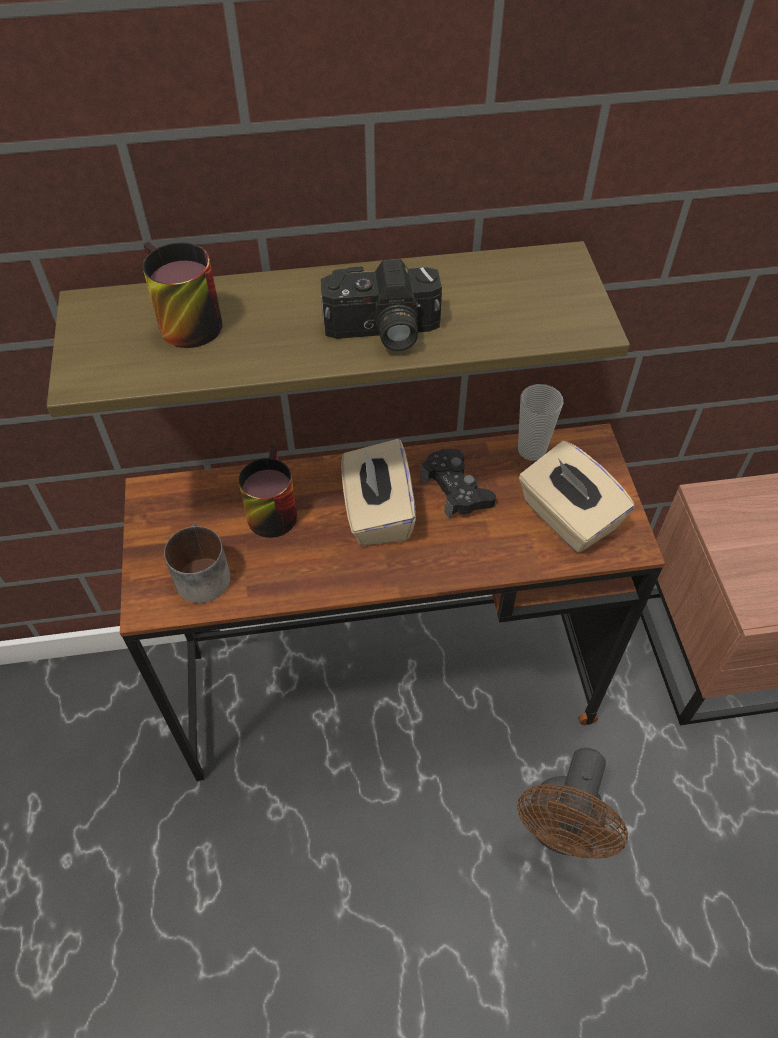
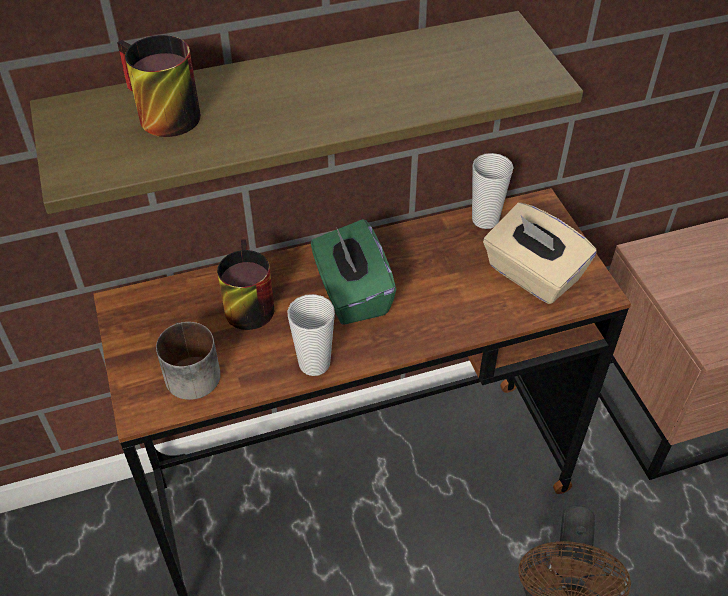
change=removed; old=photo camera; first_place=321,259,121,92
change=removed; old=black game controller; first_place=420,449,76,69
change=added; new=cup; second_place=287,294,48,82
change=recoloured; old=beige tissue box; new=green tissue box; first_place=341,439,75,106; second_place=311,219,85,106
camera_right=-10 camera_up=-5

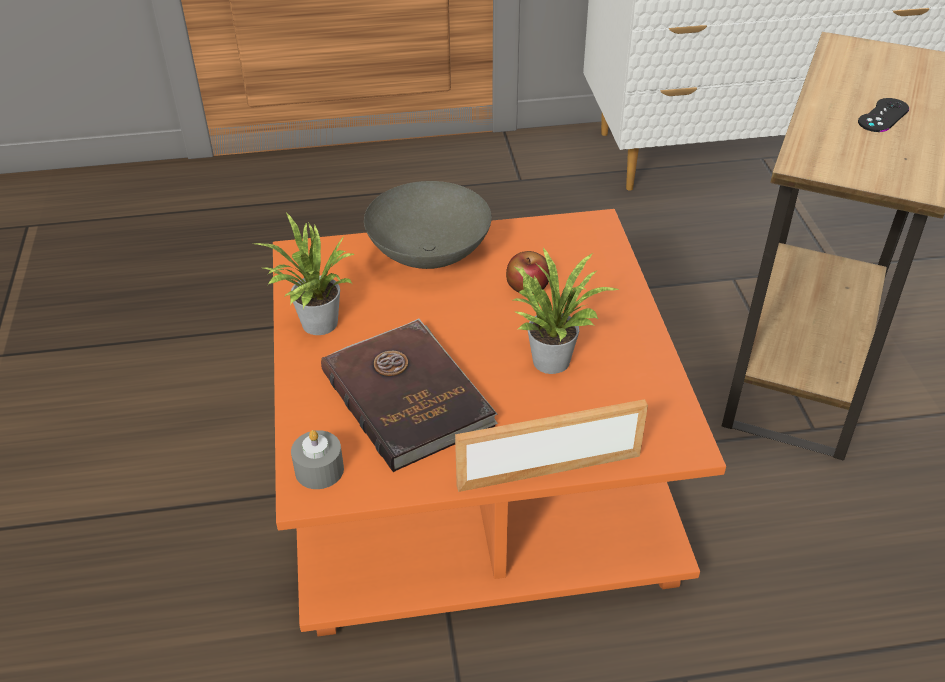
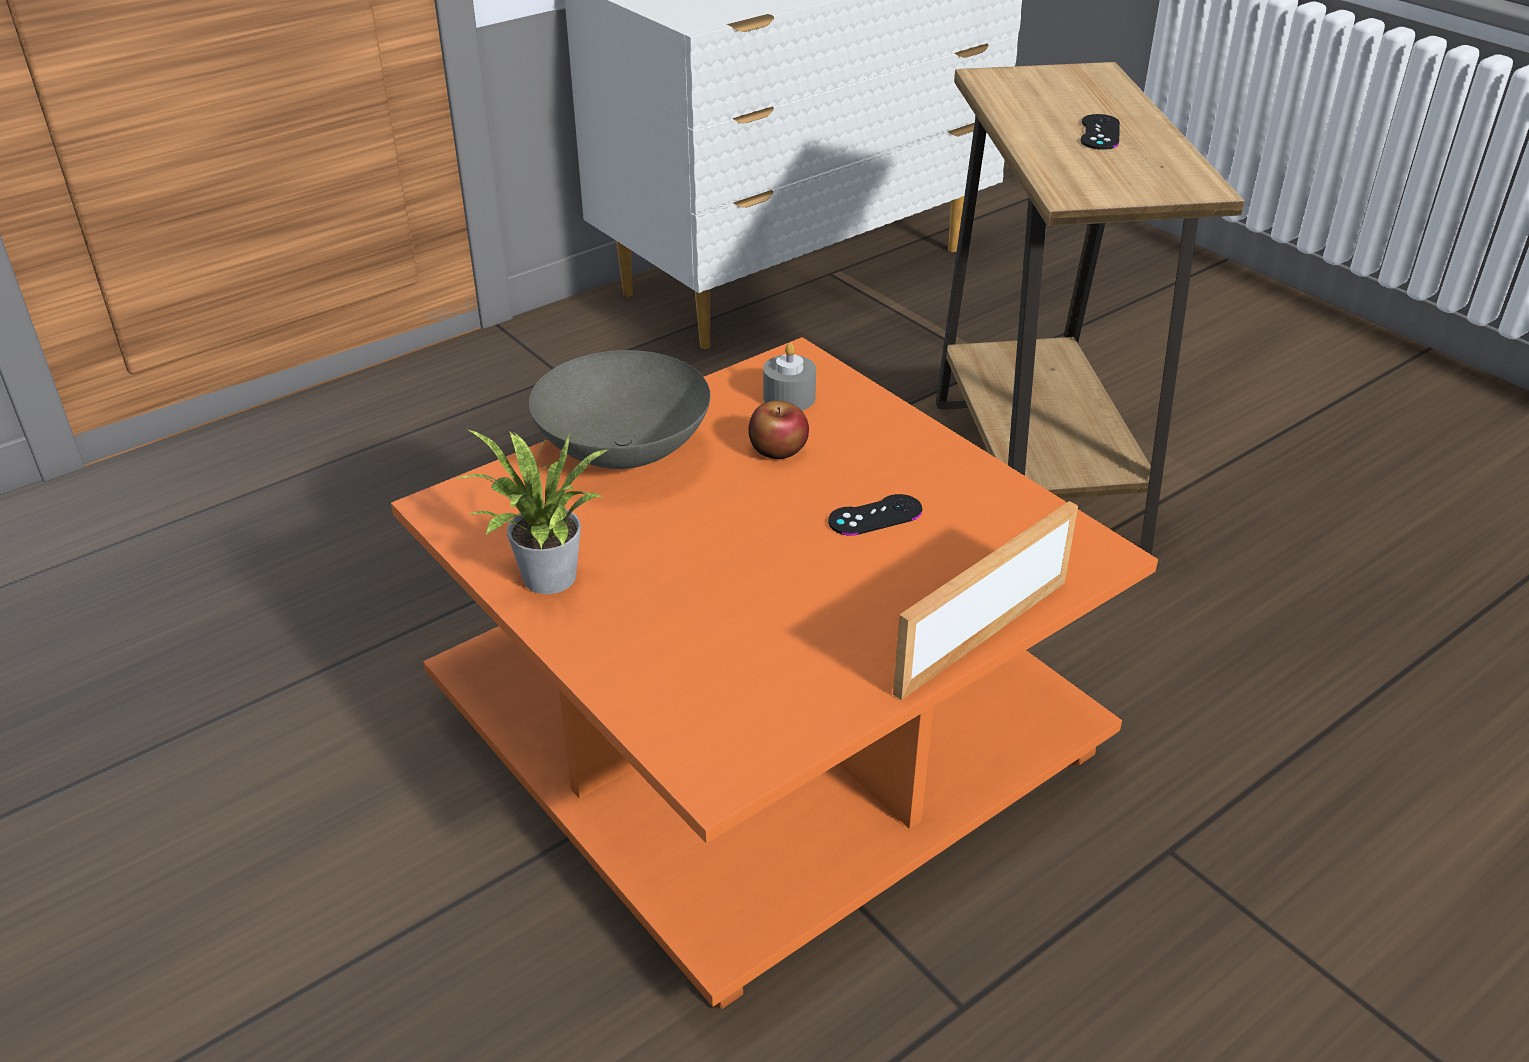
change=removed; old=brown book; first_place=321,319,177,153
change=moved; old=grey candle; first_place=291,430,53,59; second_place=763,343,53,67
change=replaced; old=potted plant; new=black game controller; first_place=513,248,107,126; second_place=828,494,94,42
camera_right=-30 camera_up=-5

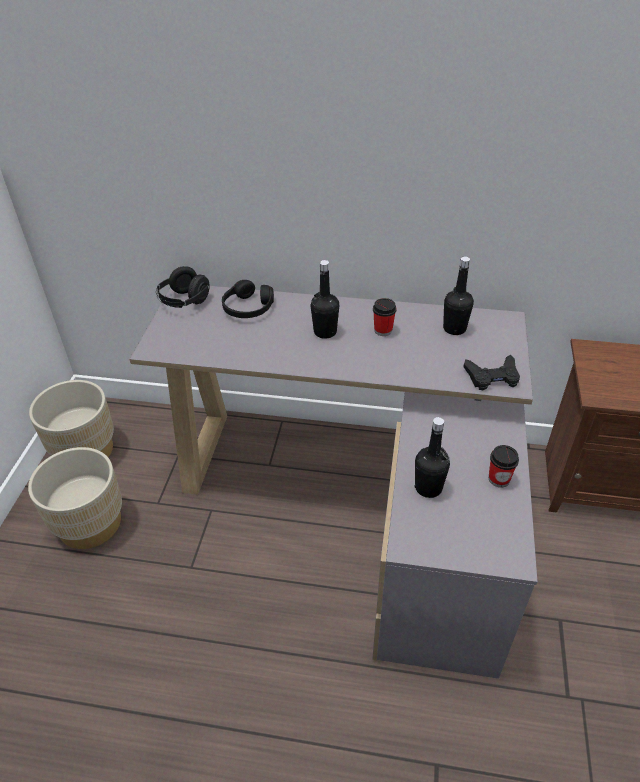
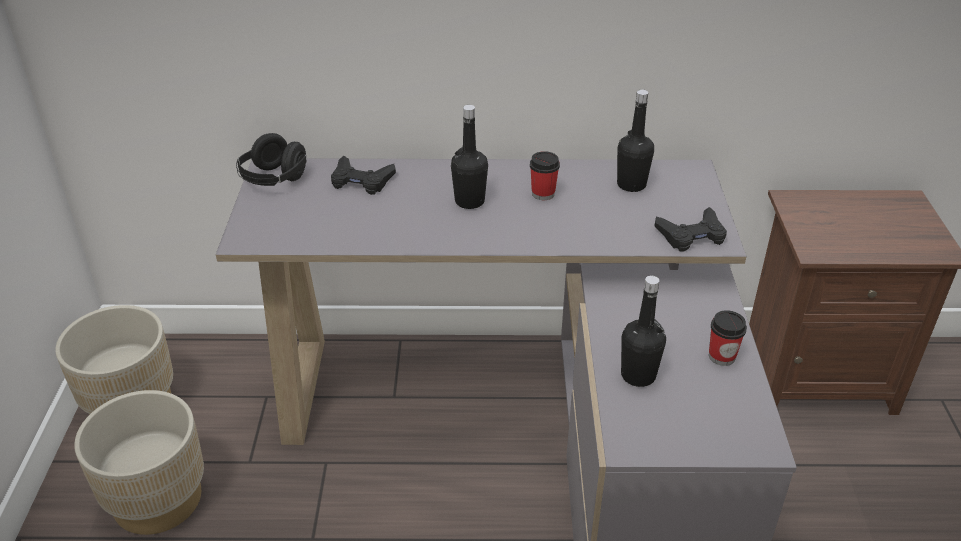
change=replaced; old=black headphones; new=black game controller; first_place=222,280,52,38; second_place=331,156,65,39
camera_right=-10 camera_up=-5

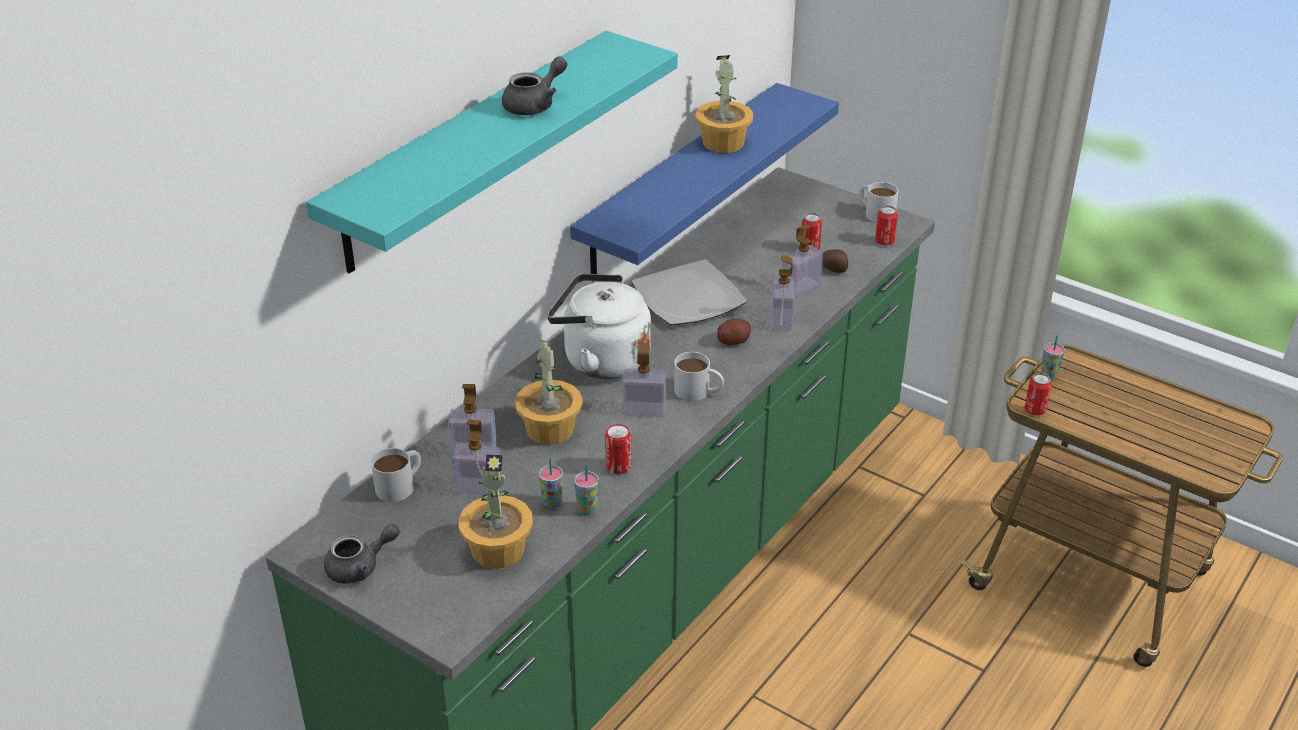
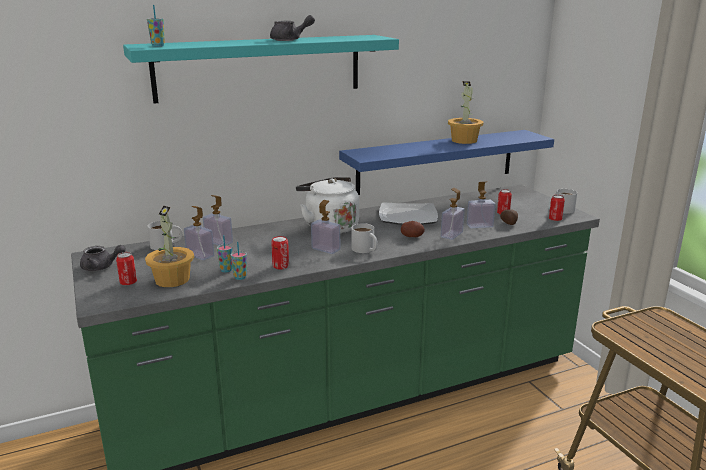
change=removed; old=potted plant; first_place=515,337,68,108
change=moved; old=can; first_place=1025,373,27,43; second_place=116,252,21,34
change=moved; old=cup; first_place=1041,335,24,44; second_place=147,5,18,42
camera_right=30 camera_up=-15

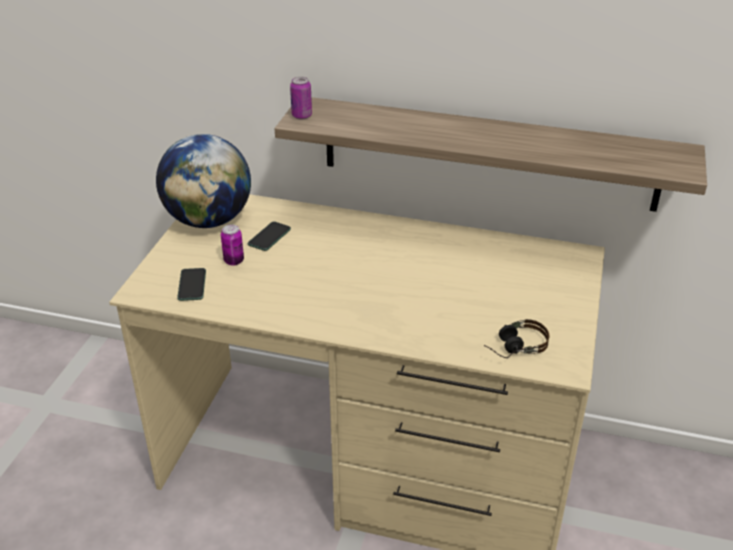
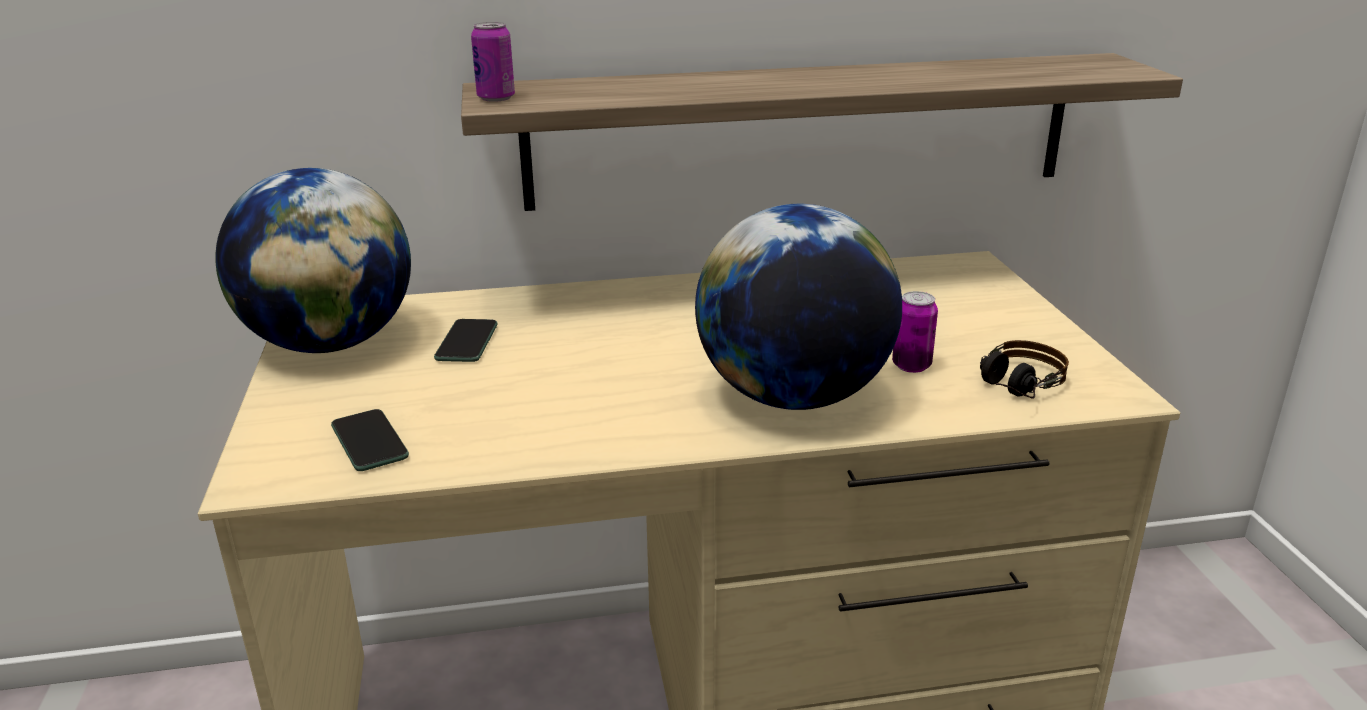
change=added; new=globe; second_place=695,204,207,206
change=moved; old=can; first_place=221,224,23,42; second_place=892,291,46,82
camera_right=-25 camera_up=-10

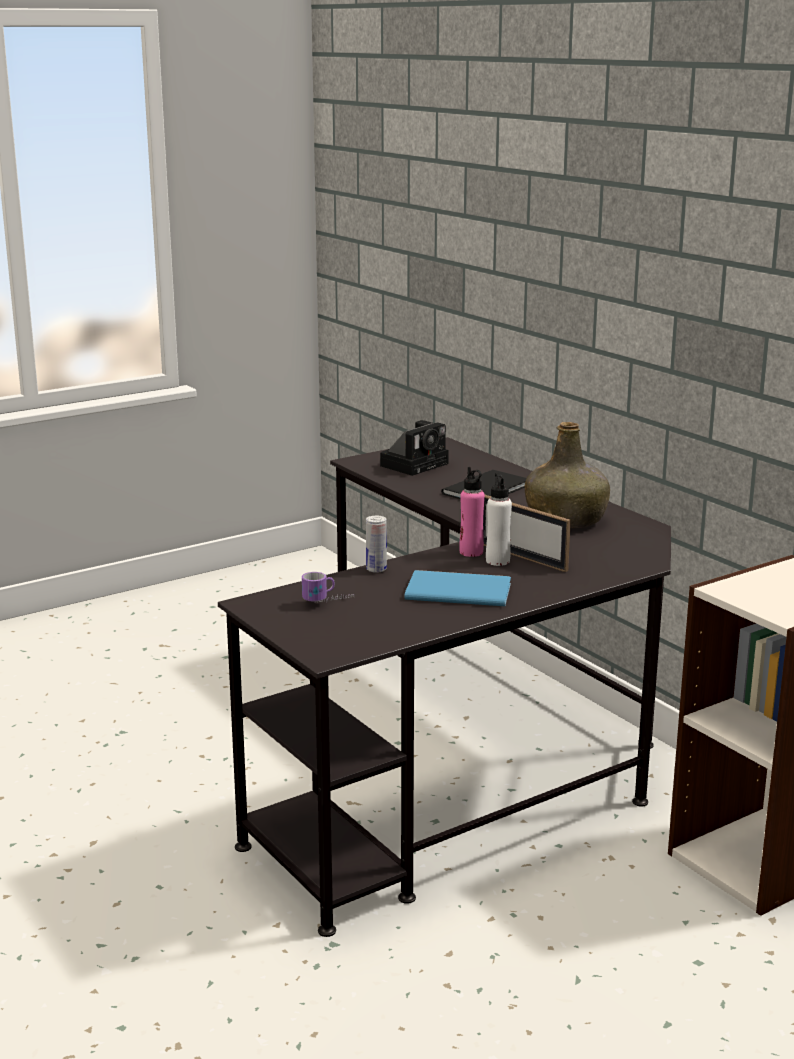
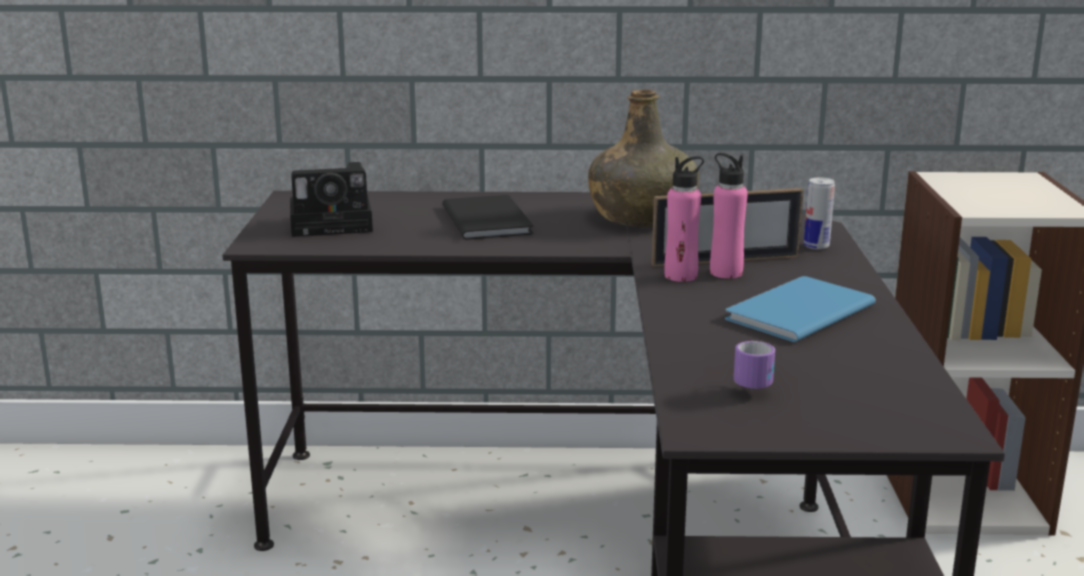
change=moved; old=can; first_place=366,516,21,57; second_place=804,177,31,73
change=recoloured; old=white bottle; new=pink bottle; first_place=486,473,26,93; second_place=710,153,38,125
change=turned; old=photo camera; first_place=380,420,69,56; second_place=290,162,83,75; degrees=90
camera_right=-55 camera_up=0

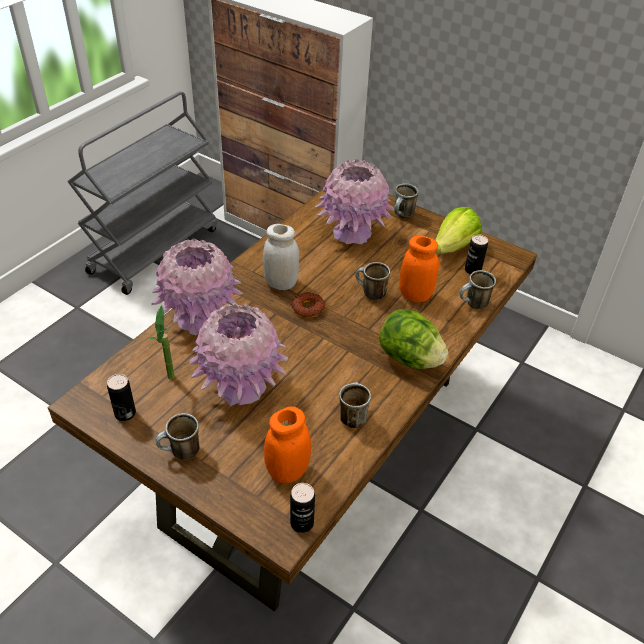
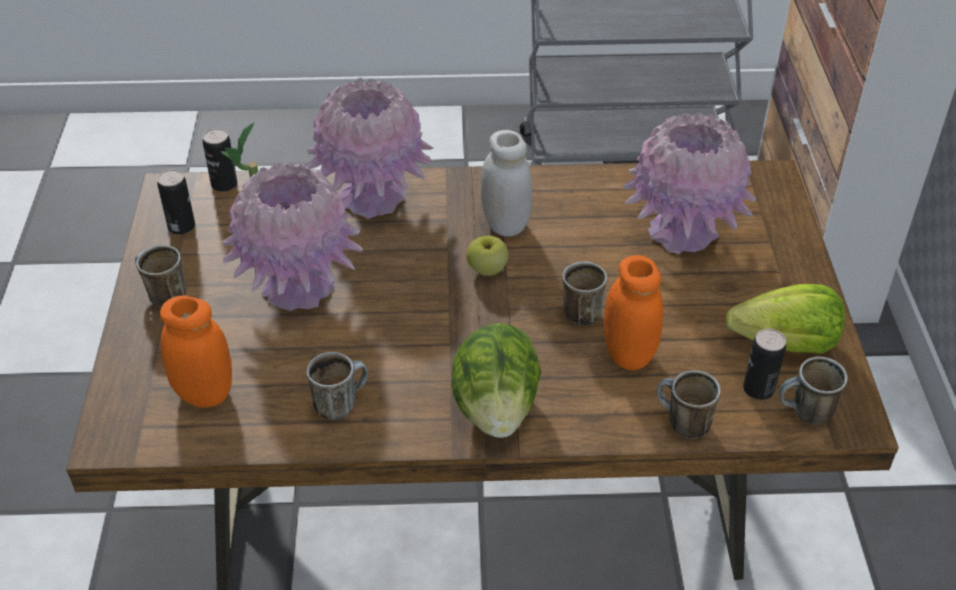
change=moved; old=can; first_place=290,483,25,50; second_place=203,128,34,64
change=moved; old=mug; first_place=394,184,24,34; second_place=779,357,69,68
change=replaced; old=donut; new=apple; first_place=291,292,34,25; second_place=467,236,42,40
camera_right=55 camera_up=0

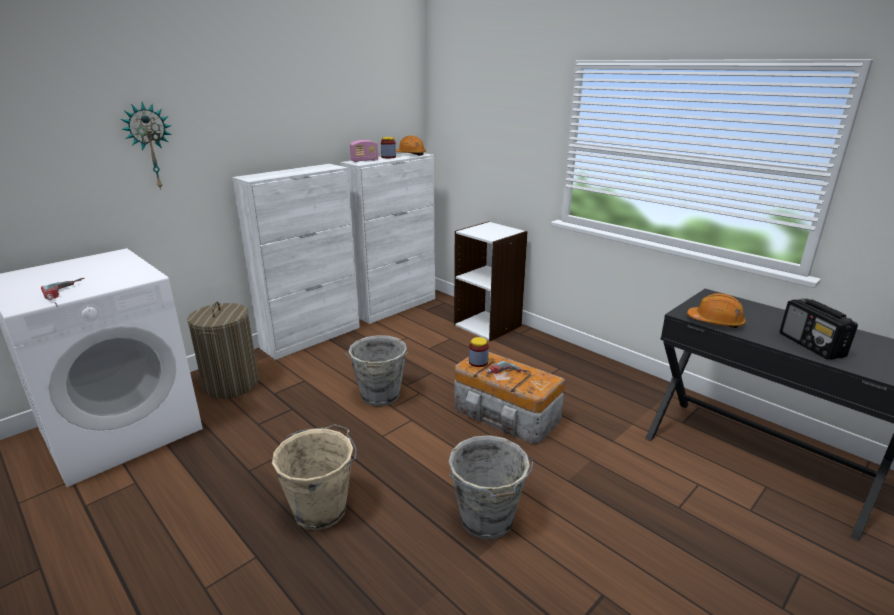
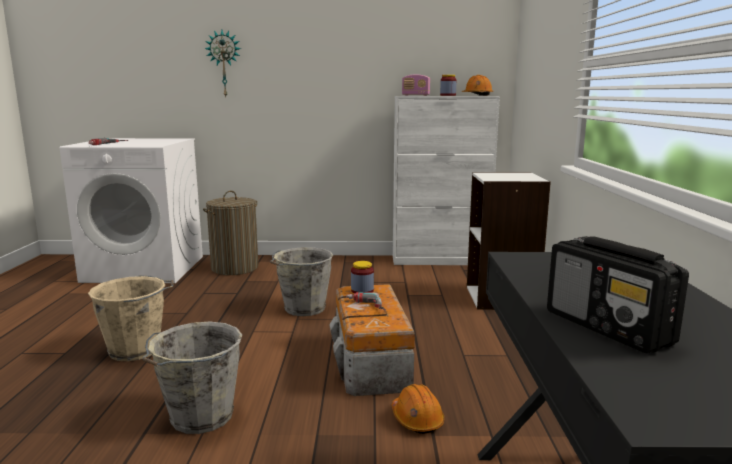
change=removed; old=white cabinet; first_place=232,164,128,196
change=moved; old=orange hard hat; first_place=687,293,59,35; second_place=392,384,53,50
change=turned; old=radio; first_place=780,299,78,61; second_place=547,236,142,117; degrees=-60
camera_right=45 camera_up=-10

